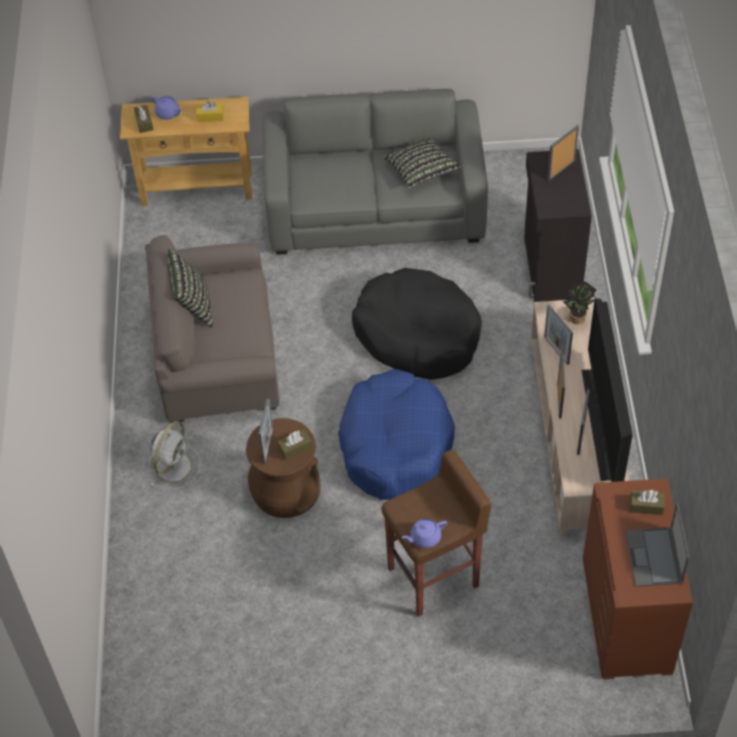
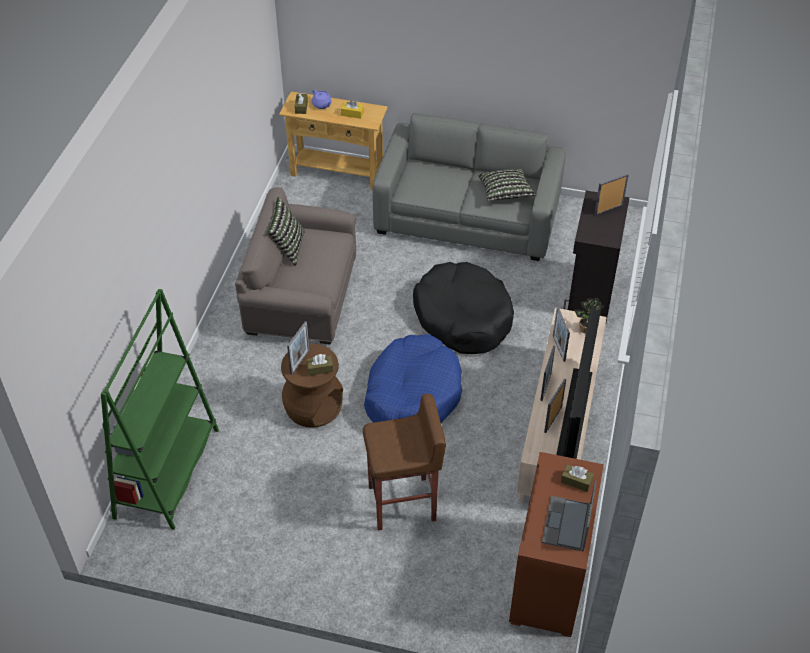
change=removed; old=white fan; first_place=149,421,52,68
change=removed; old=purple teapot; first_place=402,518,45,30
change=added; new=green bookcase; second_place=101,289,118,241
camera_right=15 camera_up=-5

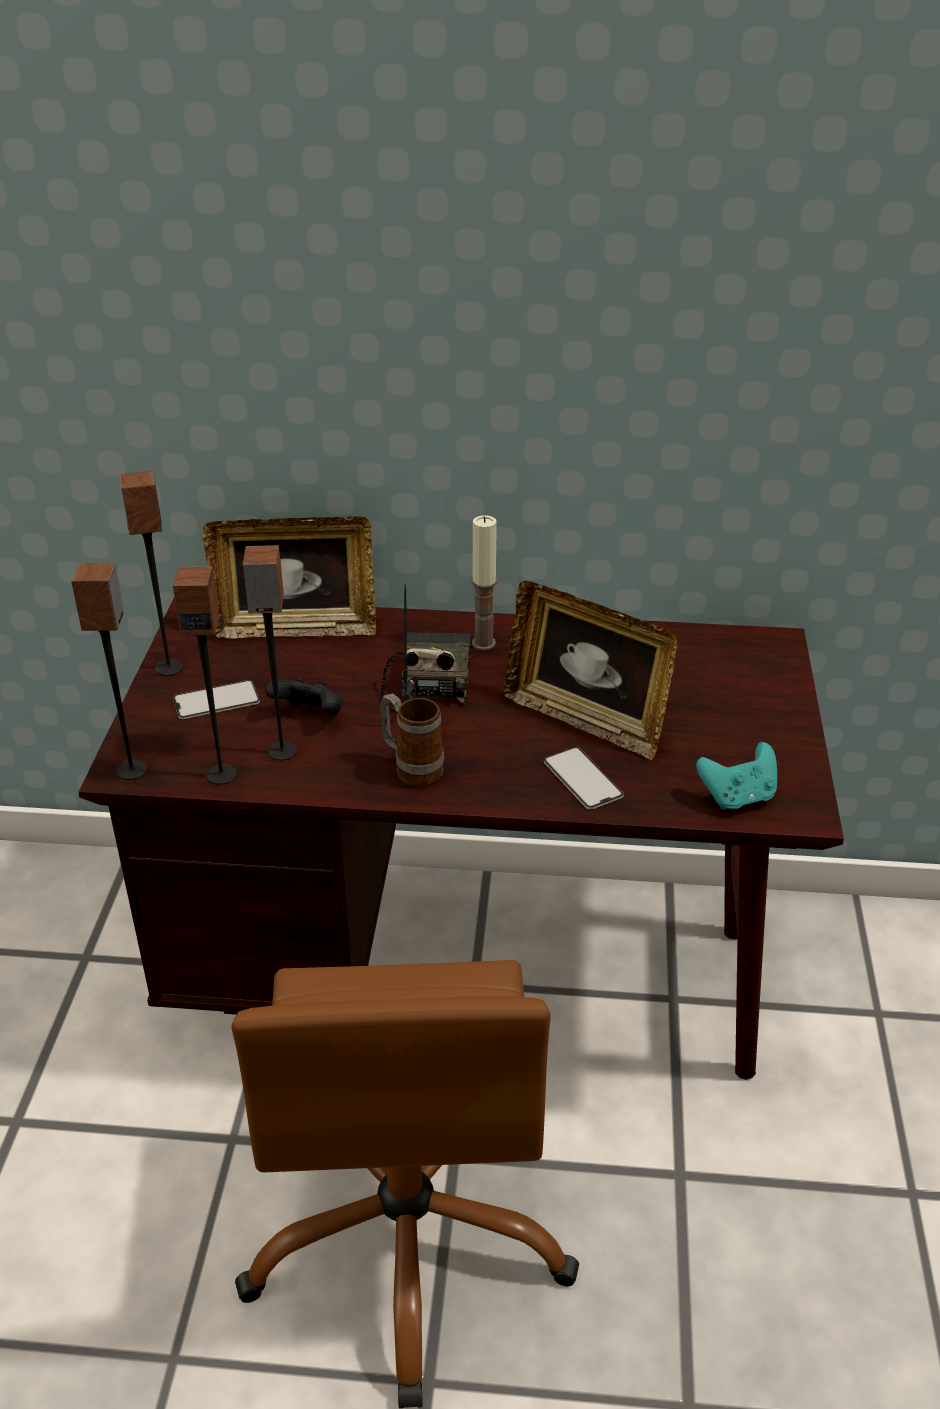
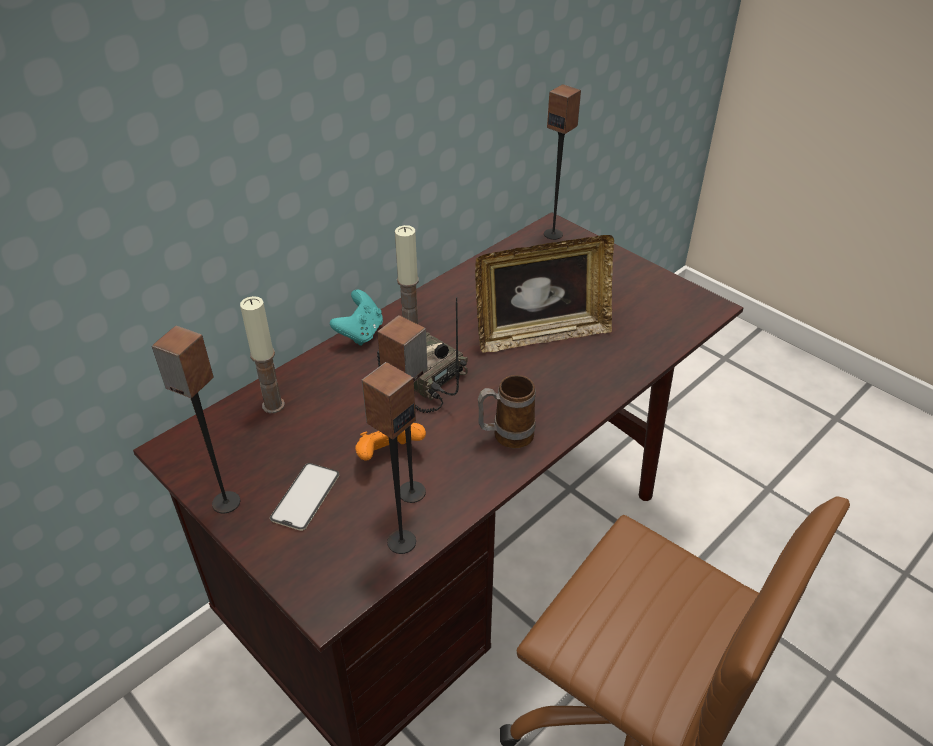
change=removed; old=phone; first_place=544,747,80,63
change=moved; old=speaker; first_place=71,563,76,217; second_place=544,84,37,156
change=moved; old=turquoise game controller; first_place=696,742,81,68; second_place=330,290,53,56
change=replaced; old=picture frame; new=candle; first_place=203,516,173,123; second_place=240,296,45,117
change=recoloured; old=black game controller; new=orange game controller; first_place=265,678,78,38; second_place=355,423,71,37
camera_right=-50 camera_up=5

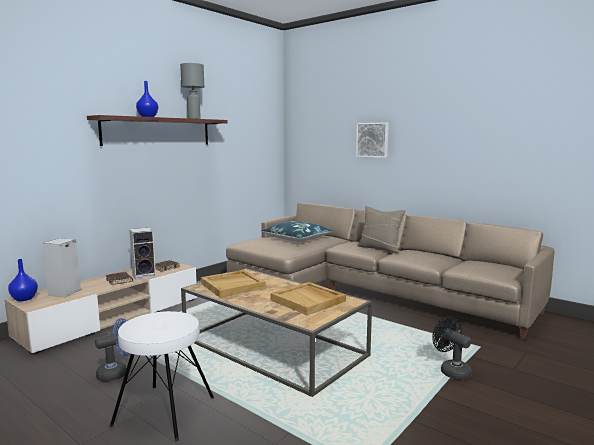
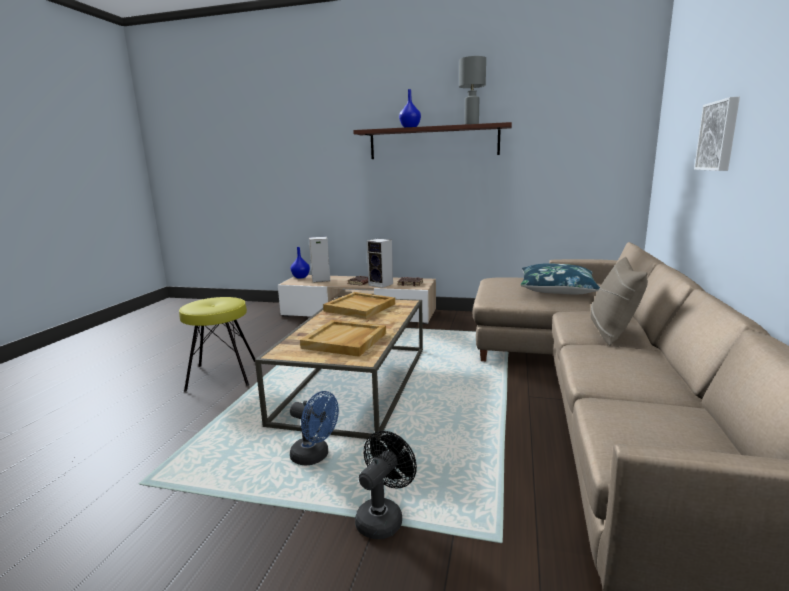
change=moved; old=blue fan; first_place=95,318,35,64; second_place=290,391,49,74
change=recoloured; old=white stool; new=yellow stool; first_place=109,311,105,130; second_place=179,297,76,95
camera_right=65 camera_up=5

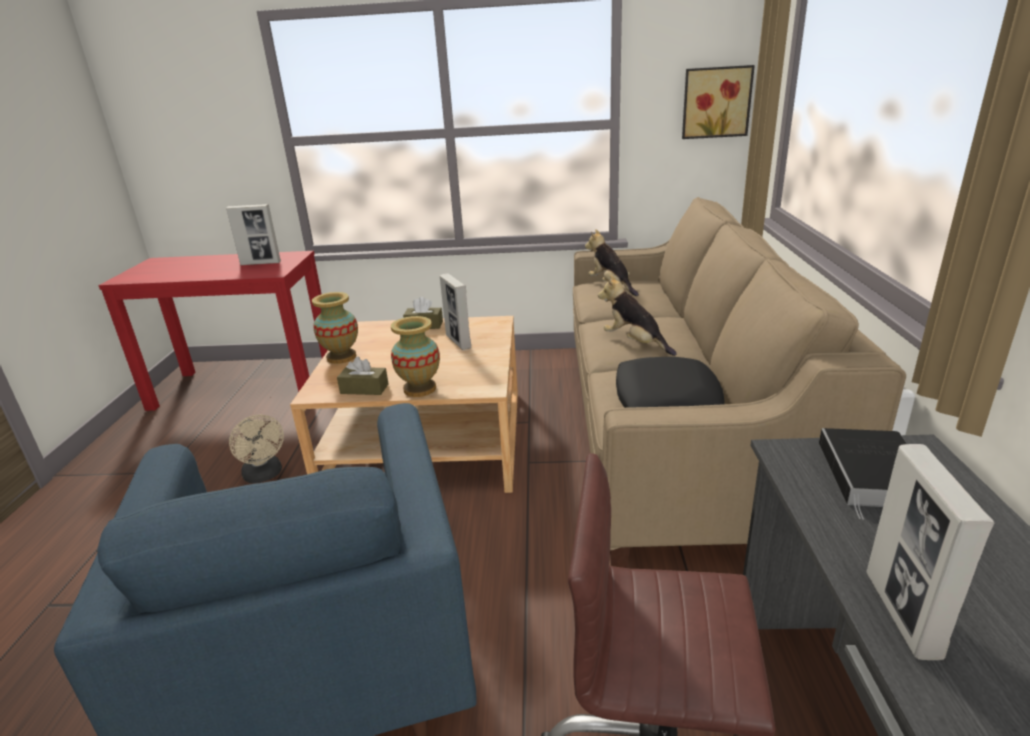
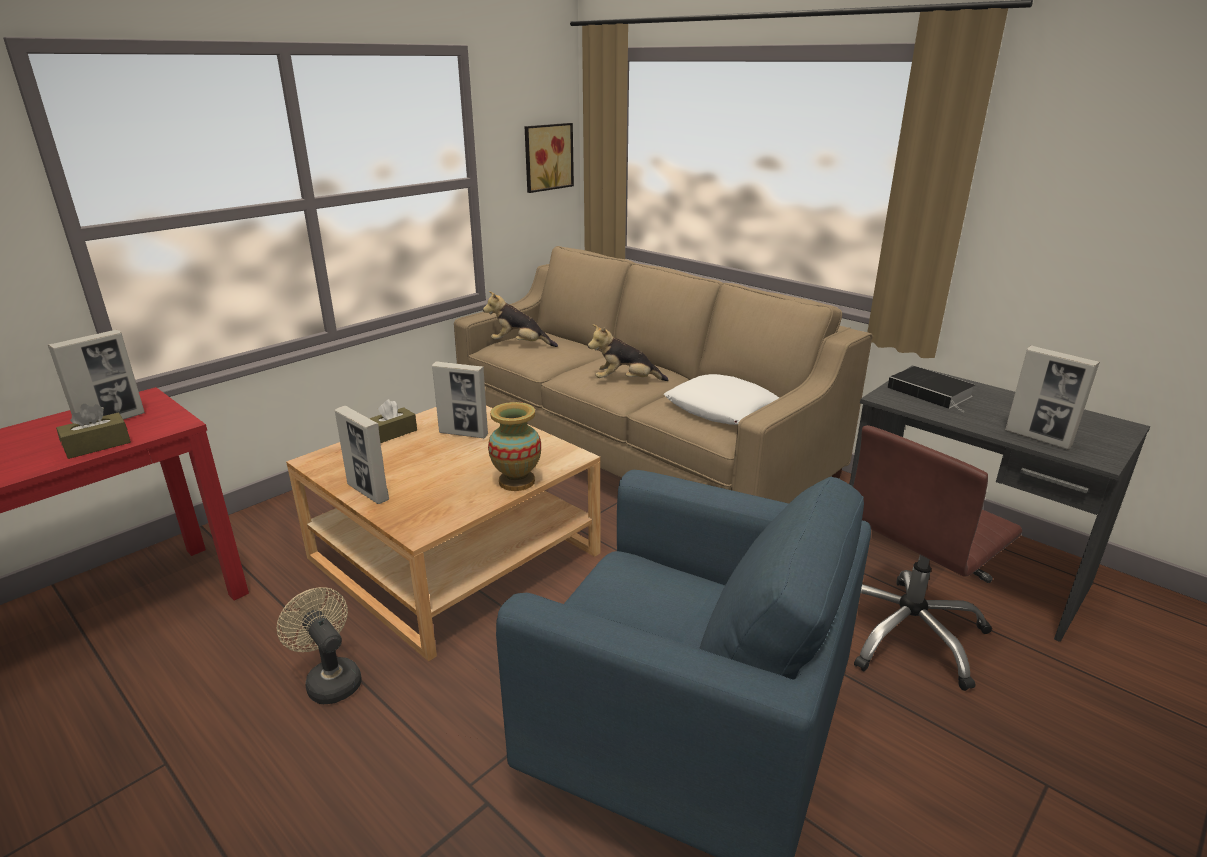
change=moved; old=brown tissue box; first_place=337,357,51,38; second_place=56,404,75,55
change=replaced; old=vase; new=picture frame; first_place=312,292,46,72; second_place=335,406,54,98
change=recoloured; old=black pillow; new=white pillow; first_place=616,357,108,51; second_place=664,374,115,51
change=turned; old=beige fan; first_place=229,414,55,69; second_place=277,587,85,117; degrees=-135
camera_right=-50 camera_up=0

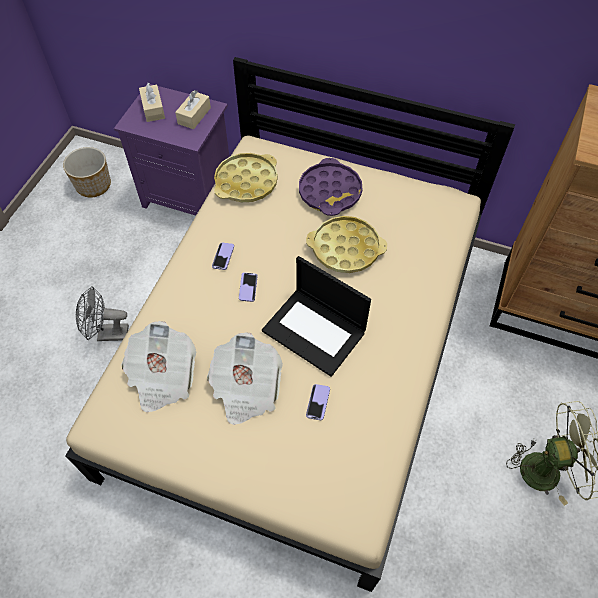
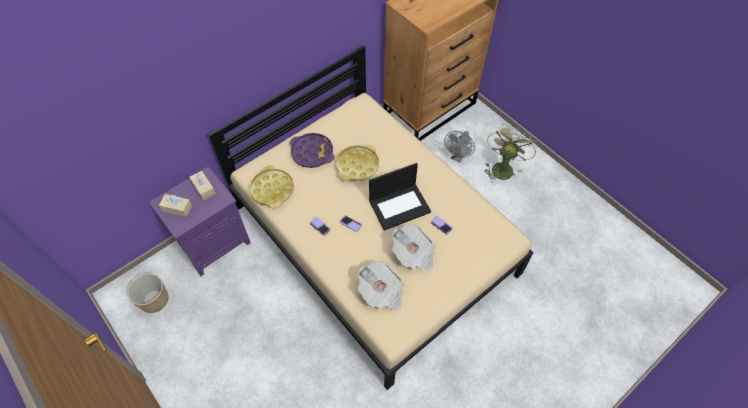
change=moved; old=grey fan; first_place=76,286,53,55; second_place=444,131,31,32
camera_right=-60 camera_up=0

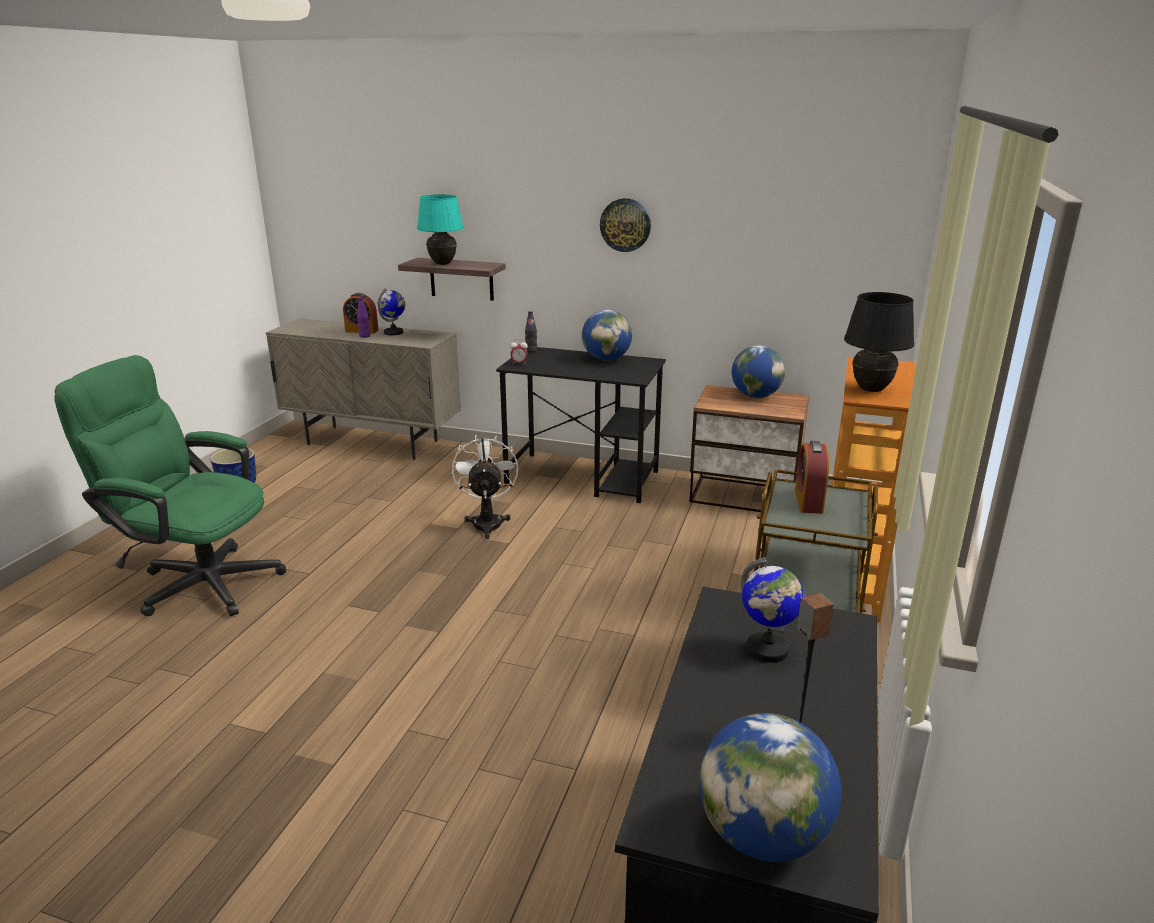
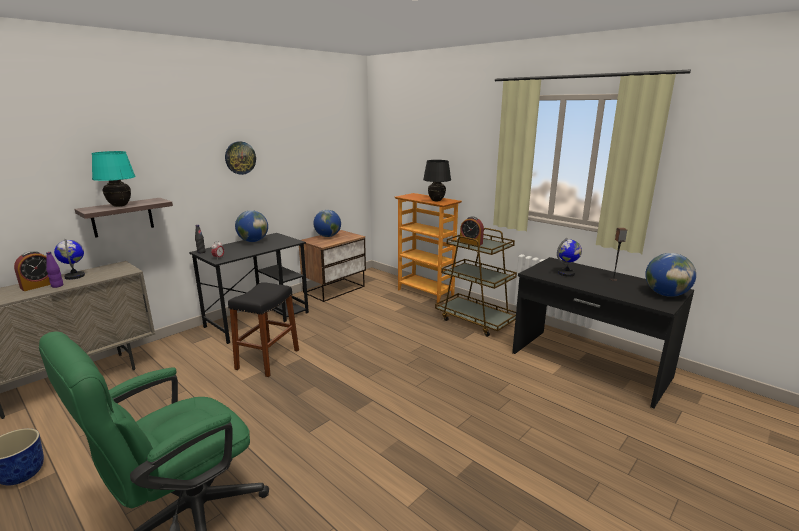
change=replaced; old=white fan; new=black stool; first_place=452,435,66,104; second_place=228,282,71,95
camera_right=-65 camera_up=-5

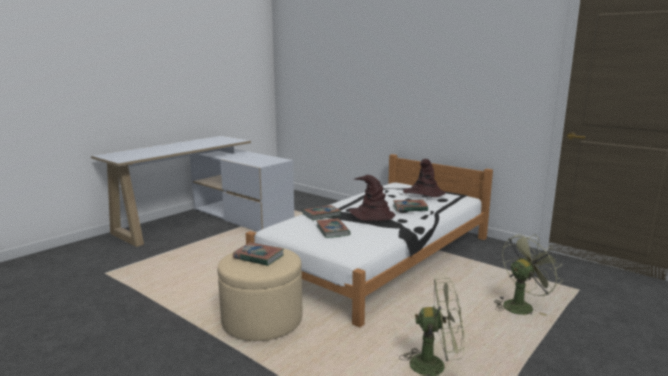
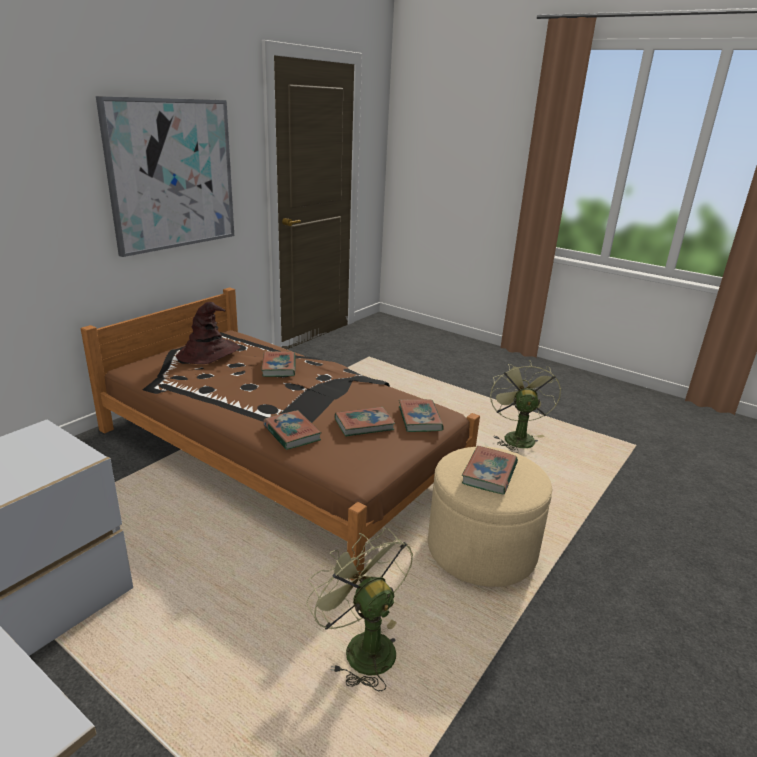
change=removed; old=brown hat; first_place=349,175,46,46
change=added; new=picture; second_place=96,96,138,161
change=added; new=book; second_place=399,399,45,33
change=moved; old=green fan; first_place=494,234,69,82; second_place=306,528,107,163
change=recoloured; old=white bed; new=brown bed; first_place=246,154,247,174; second_place=81,288,399,293
camera_right=-95 camera_up=10

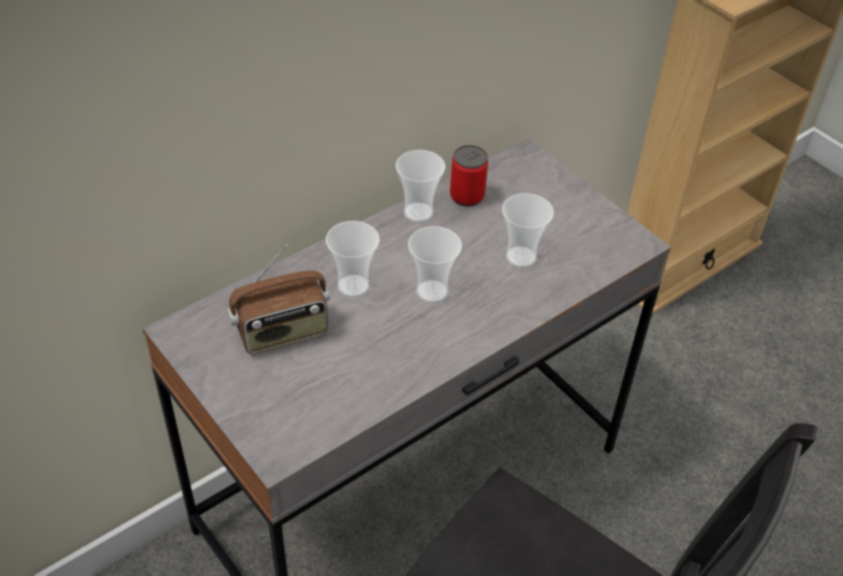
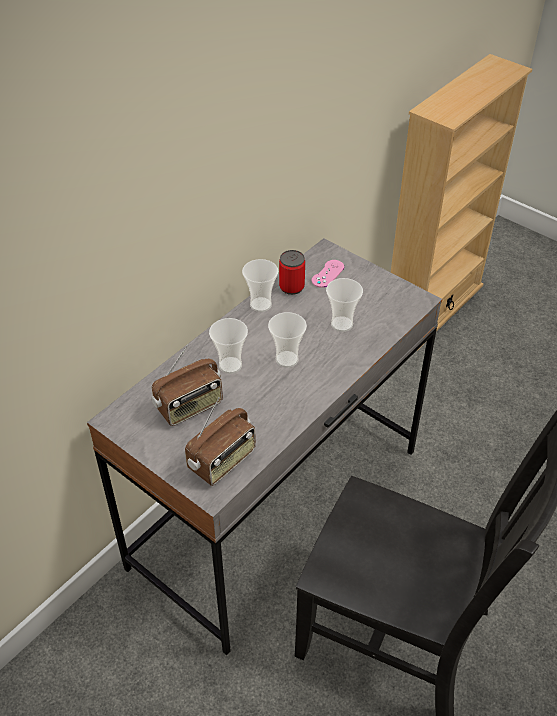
change=added; new=radio; second_place=185,397,71,89
change=added; new=pink game controller; second_place=312,260,32,28
camera_right=-10 camera_up=0

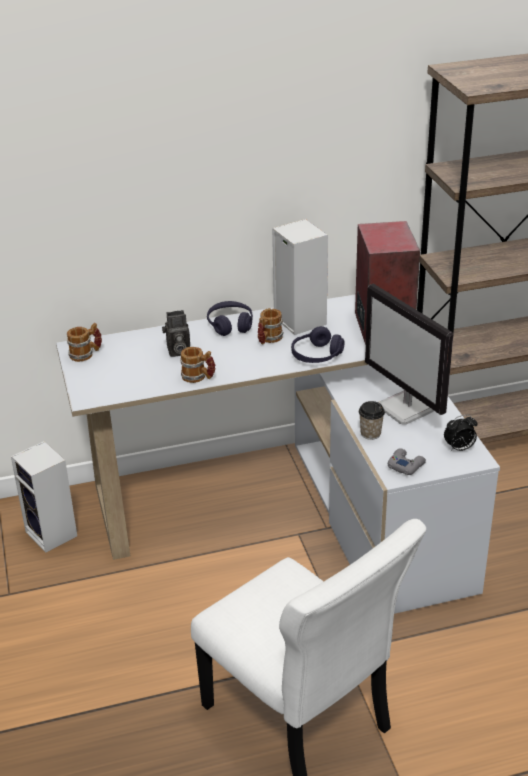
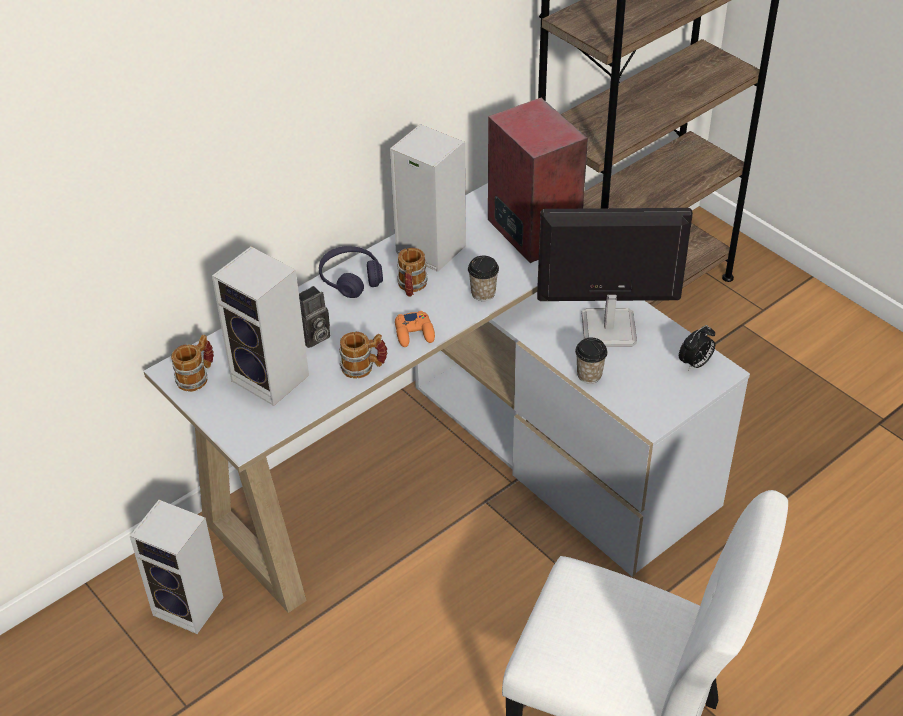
change=removed; old=grey game controller; first_place=388,449,38,26
change=added; new=speaker; second_place=212,246,97,160
change=added; new=orange game controller; second_place=395,311,40,36
change=replaced; old=purple headphones; new=cup; first_place=291,326,54,37; second_place=468,255,31,46
change=turned; old=monitor; first_place=365,284,89,141; second_place=537,208,156,139; degrees=150
camera_right=-25 camera_up=10

